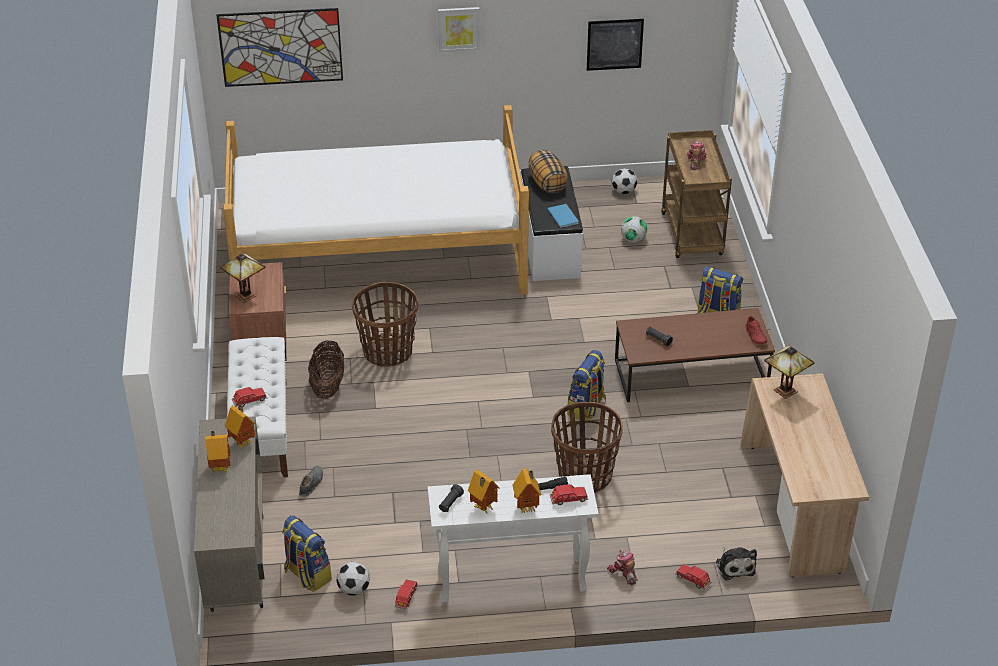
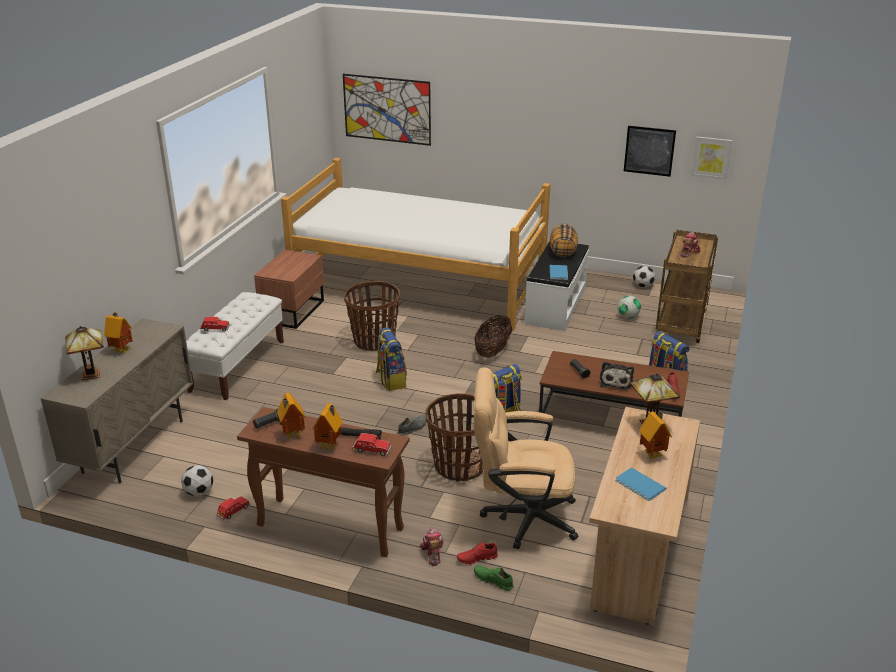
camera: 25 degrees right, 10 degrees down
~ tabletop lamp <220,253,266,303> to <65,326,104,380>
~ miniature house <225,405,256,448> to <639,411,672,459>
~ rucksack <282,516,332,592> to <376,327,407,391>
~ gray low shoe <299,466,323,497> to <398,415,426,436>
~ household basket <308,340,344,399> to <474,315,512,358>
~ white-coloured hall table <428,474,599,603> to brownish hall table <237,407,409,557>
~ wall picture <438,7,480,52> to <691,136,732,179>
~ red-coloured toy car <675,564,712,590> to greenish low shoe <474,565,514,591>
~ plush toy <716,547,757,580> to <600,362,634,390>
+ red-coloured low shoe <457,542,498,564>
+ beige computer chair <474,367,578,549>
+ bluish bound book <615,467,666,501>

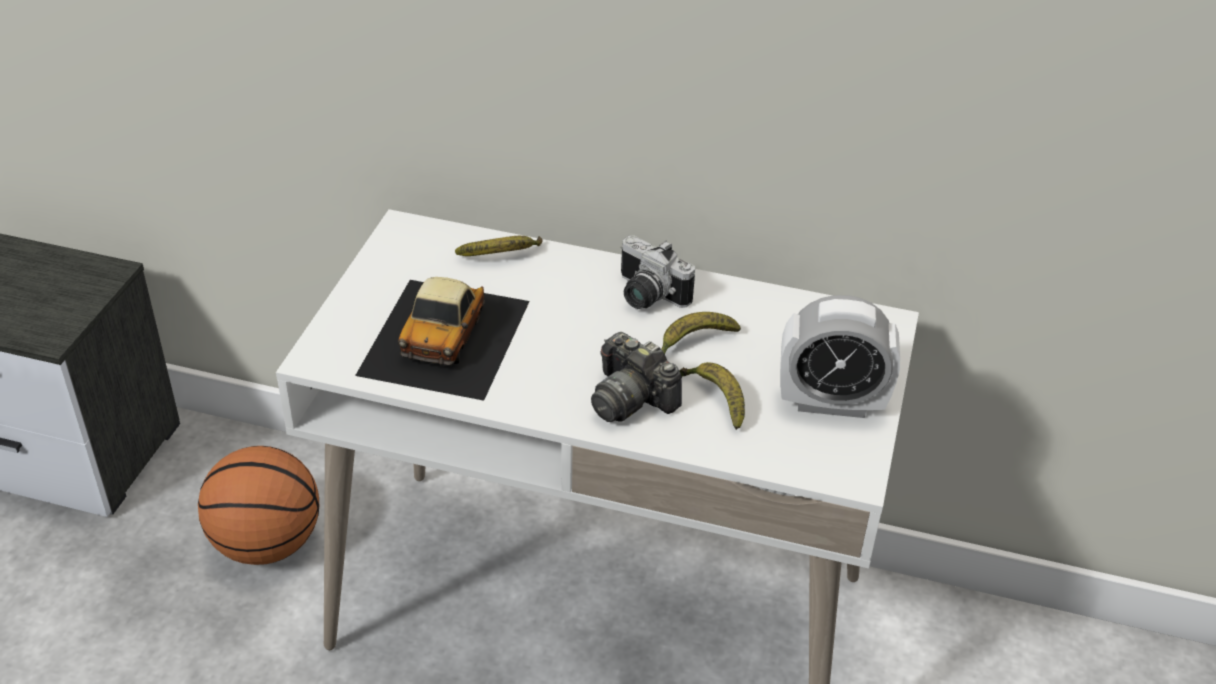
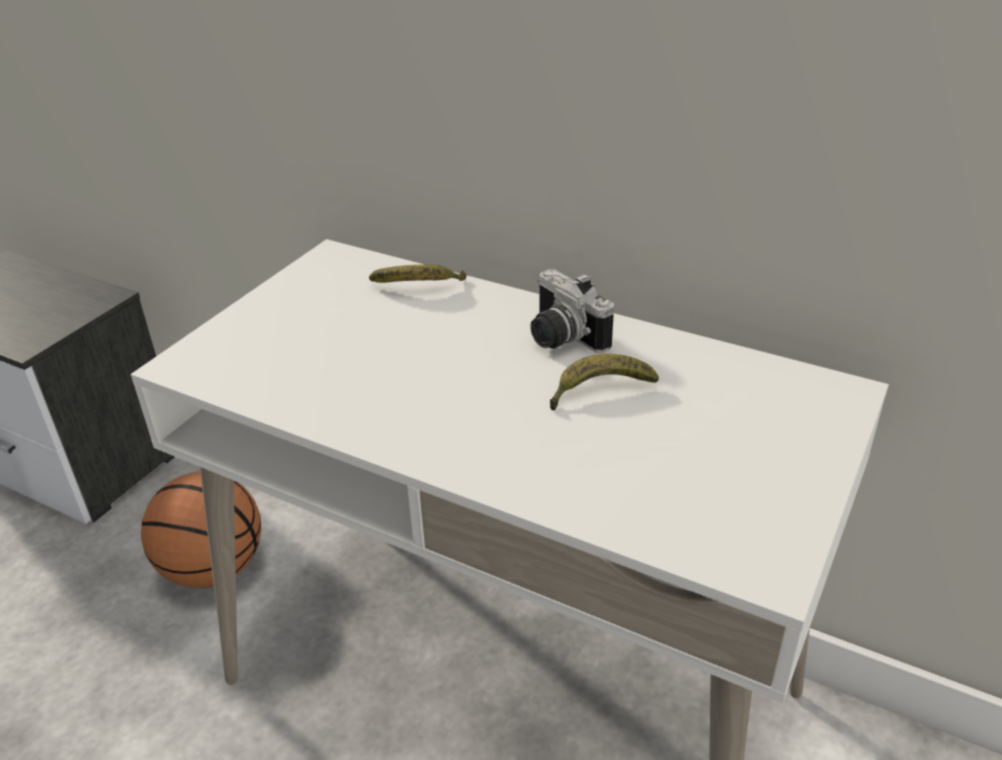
camera: 15 degrees right, 5 degrees down
- toy car <355,277,530,401>
- photo camera <591,332,682,422>
- whole banana <679,362,745,430>
- bedside clock <780,295,900,418>

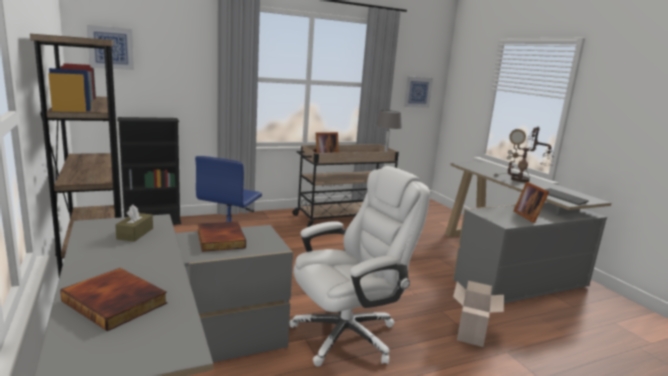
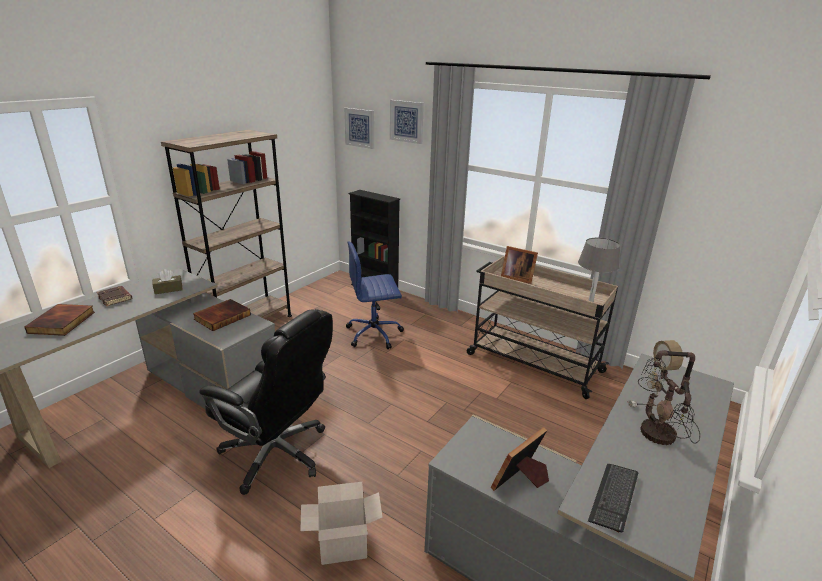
camera: 60 degrees right, 10 degrees up
~ white-coloured computer chair <289,166,430,366> to blackish computer chair <199,309,333,495>
~ wall picture <404,76,433,108> to <390,100,424,144>
+ brownish bound book <97,286,132,306>

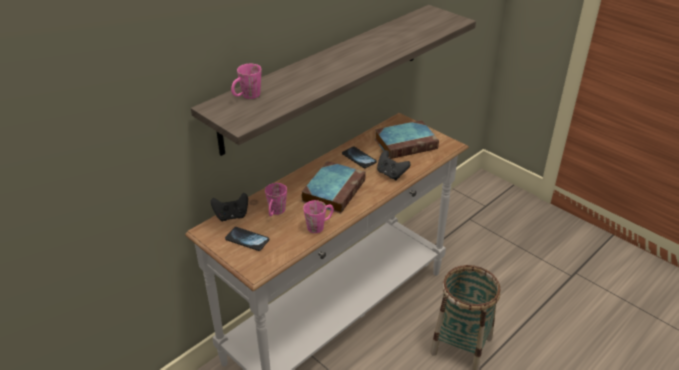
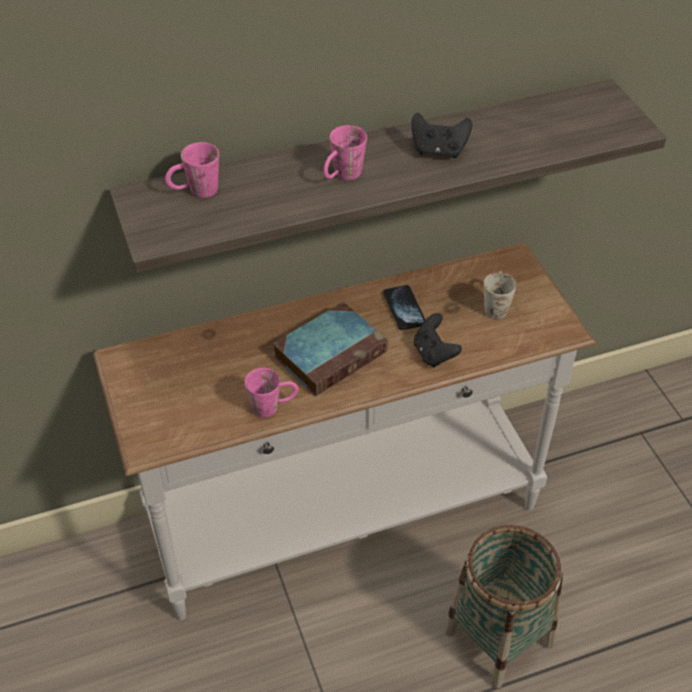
camera: 25 degrees right, 10 degrees up
~ blackish joypad <211,193,248,221> to <411,113,472,158>
- handset <225,227,269,251>
~ pinkish mug <265,183,287,216> to <324,125,367,180>
~ bound book <375,120,439,159> to white-coloured mug <484,271,517,319>

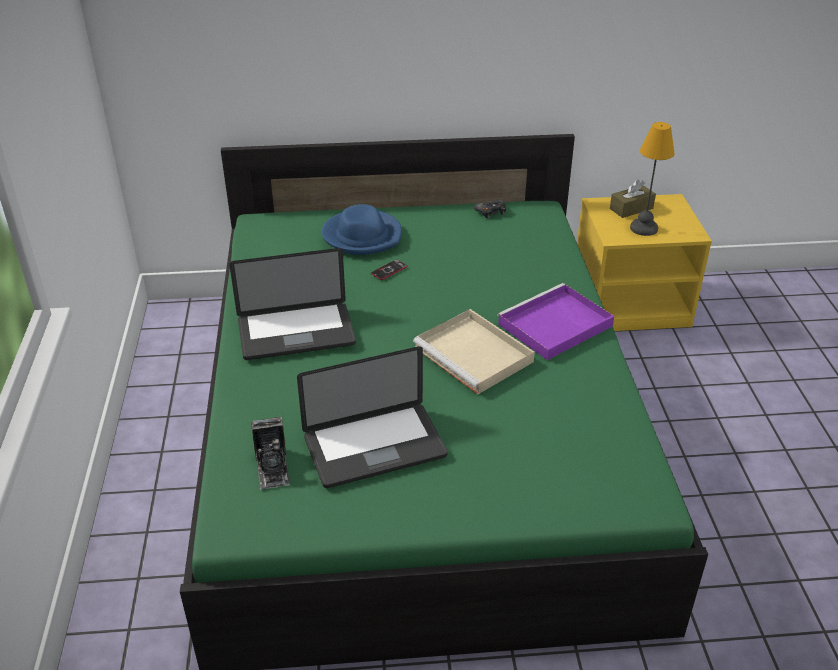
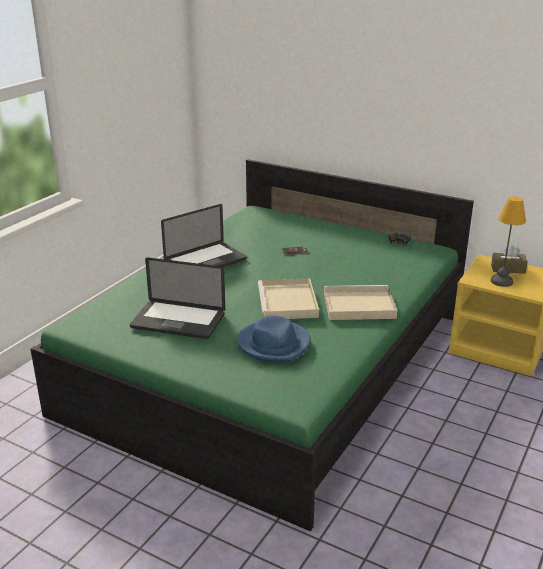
camera: 35 degrees right, 10 degrees down
~ portable computer <229,248,356,360> = <161,204,247,267> 60 degrees counterclockwise
- photo camera <251,417,290,490>
~ bluish wearable hat <322,204,402,255> to <237,315,311,363>
~ purple serving tray <497,283,614,360> to beige serving tray <324,285,397,320>

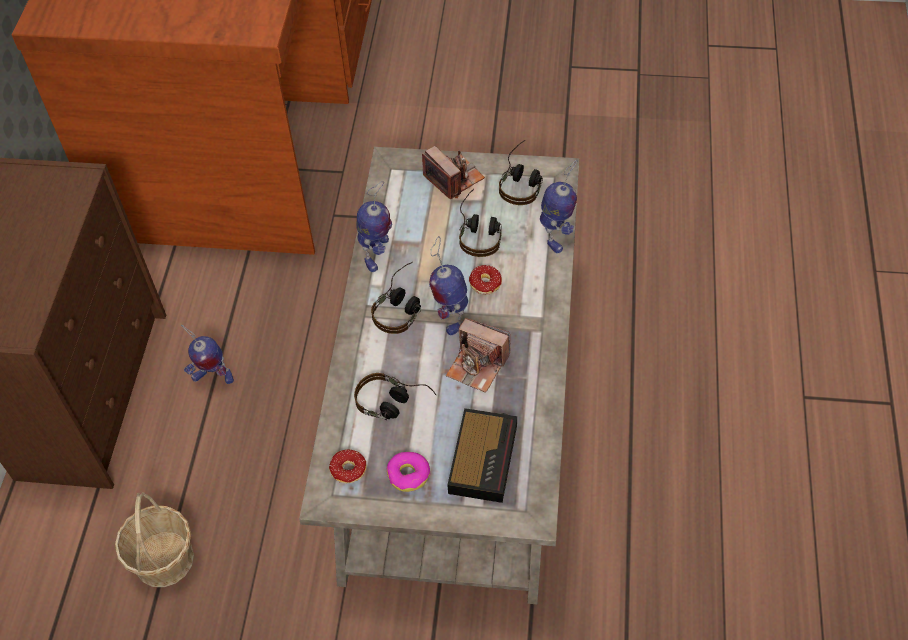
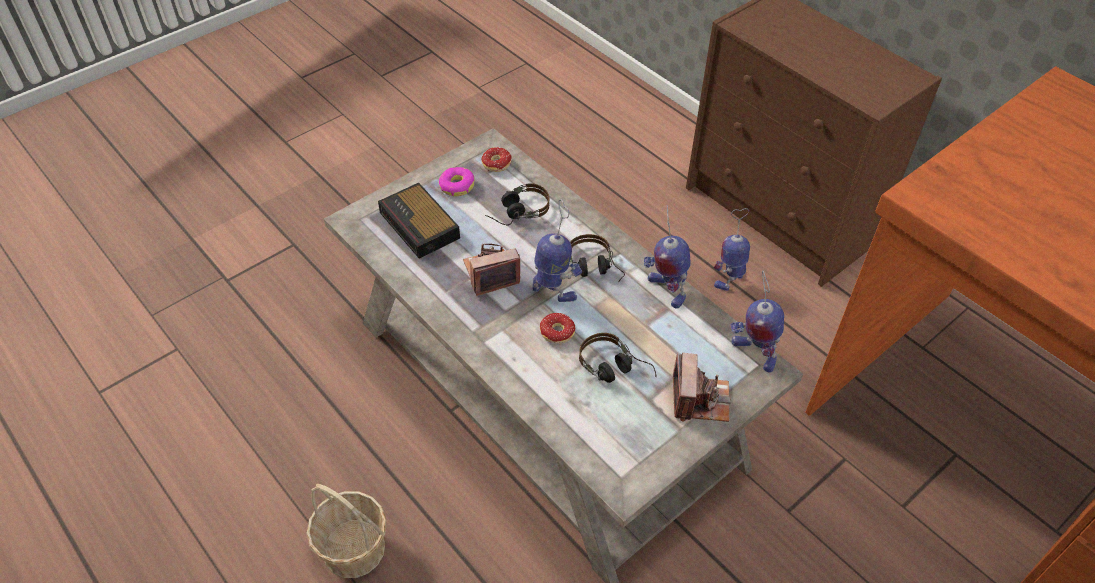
camera: 130 degrees right, 5 degrees down
~ household basket <115,492,194,587> to <306,484,387,578>
~ photo camera <422,146,485,199> = <673,353,731,422> 90 degrees counterclockwise
- headset <499,140,543,205>
~ robot figure <540,160,577,254> to <730,271,784,373>

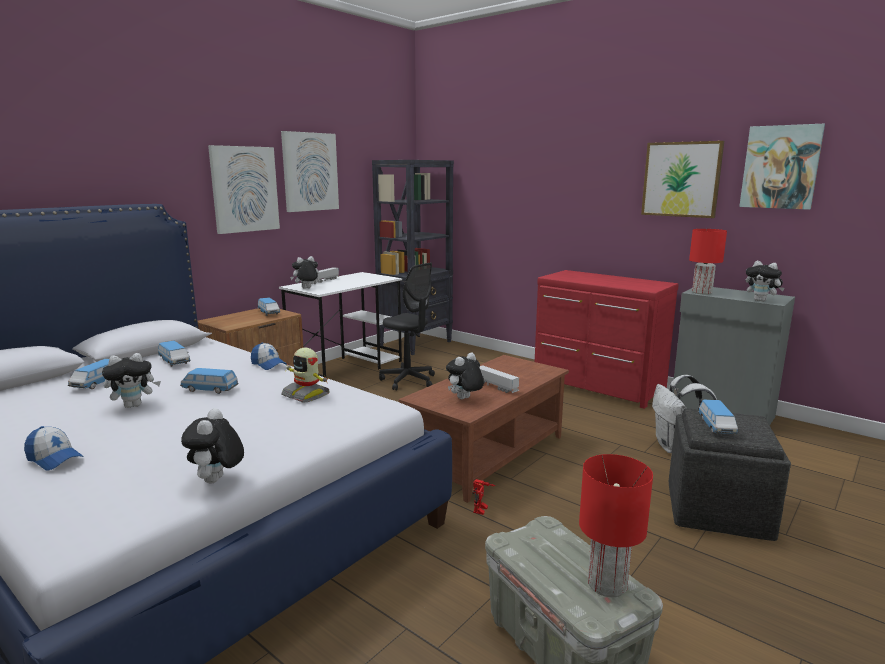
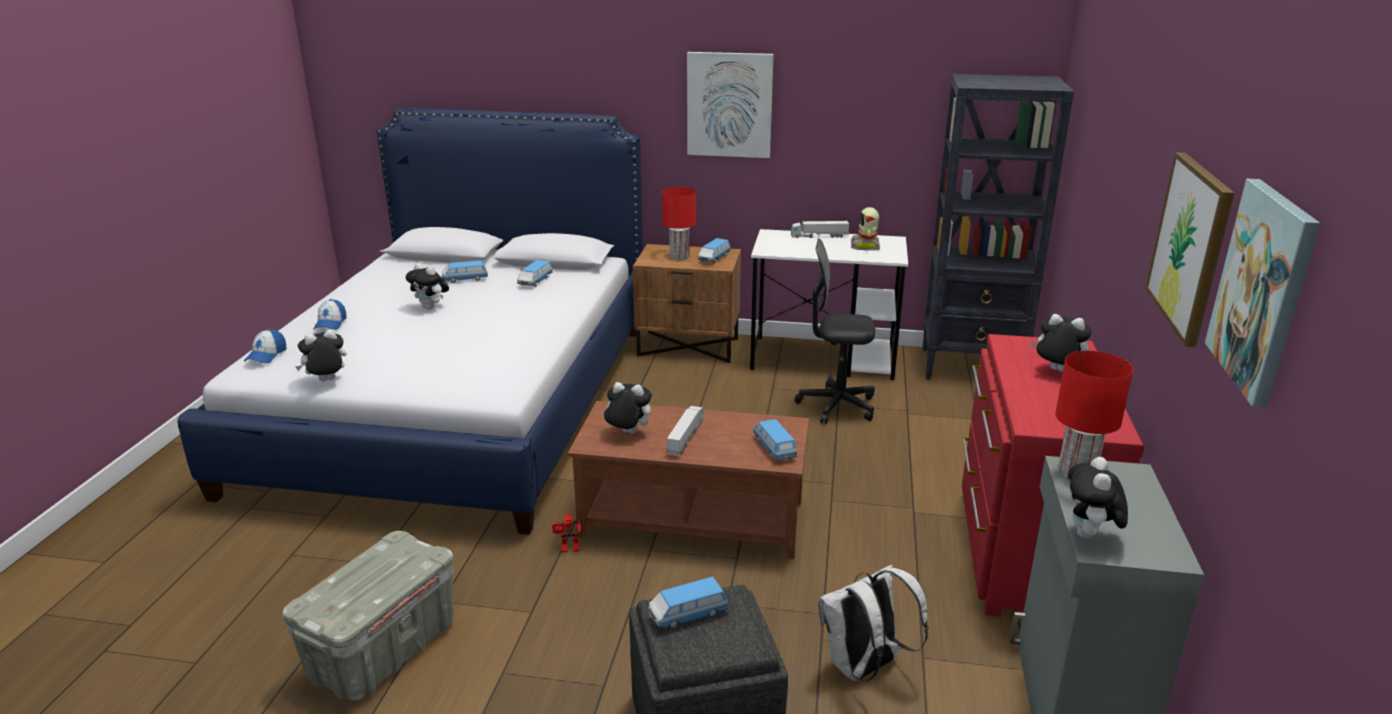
camera: 60 degrees right, 10 degrees up
~ toy car <180,368,238,394> to <753,419,797,461>
~ cap <251,342,287,370> to <244,329,287,363>
- wall picture <281,131,339,212>
~ robot figure <281,348,330,403> to <851,207,880,250>
~ plush toy <290,256,319,289> to <1031,314,1092,372>
~ blackish computer chair <379,263,435,391> = <795,238,875,424> 90 degrees clockwise
~ red-coloured tabletop lamp <579,454,653,597> to <662,187,696,260>

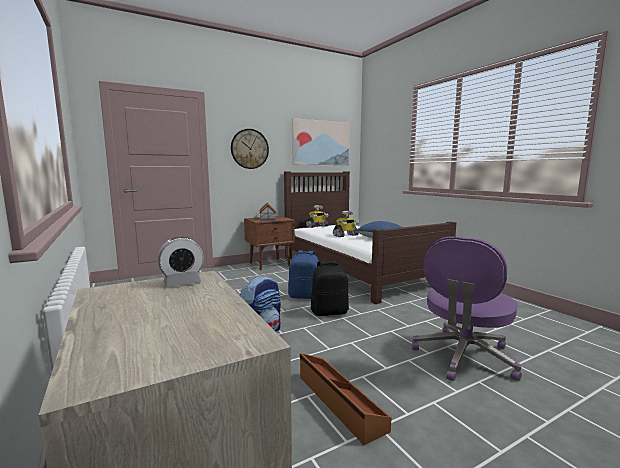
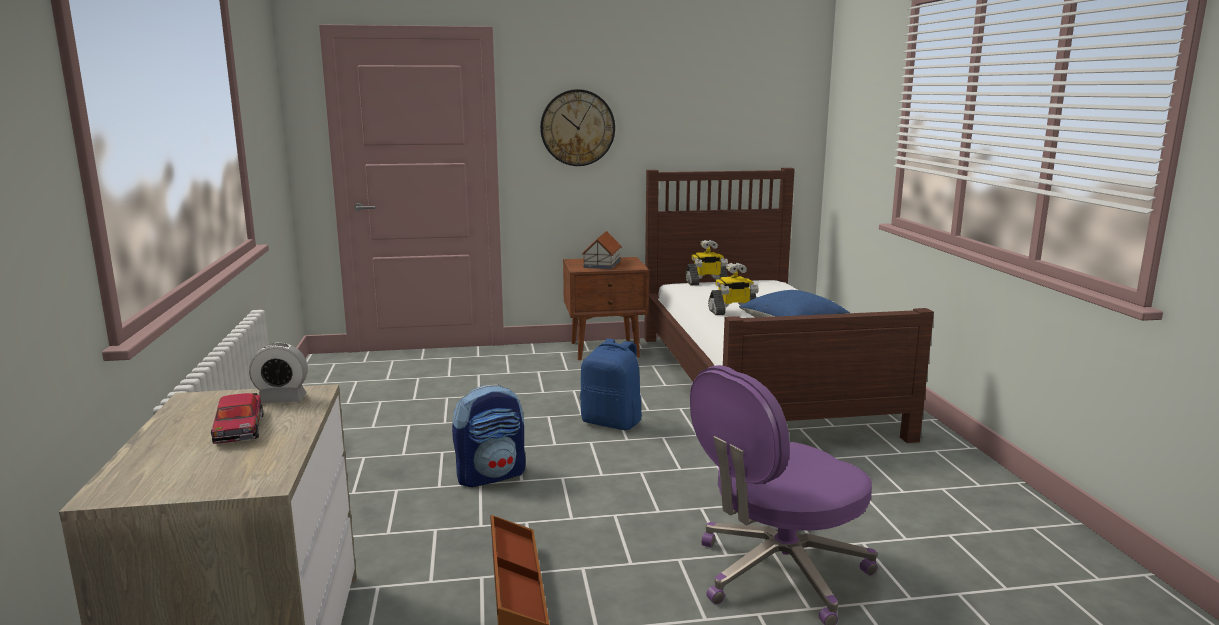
camera: 20 degrees right, 5 degrees up
- wall picture <292,118,350,165>
- blackish rucksack <311,260,349,316>
+ toy car <211,393,264,444>

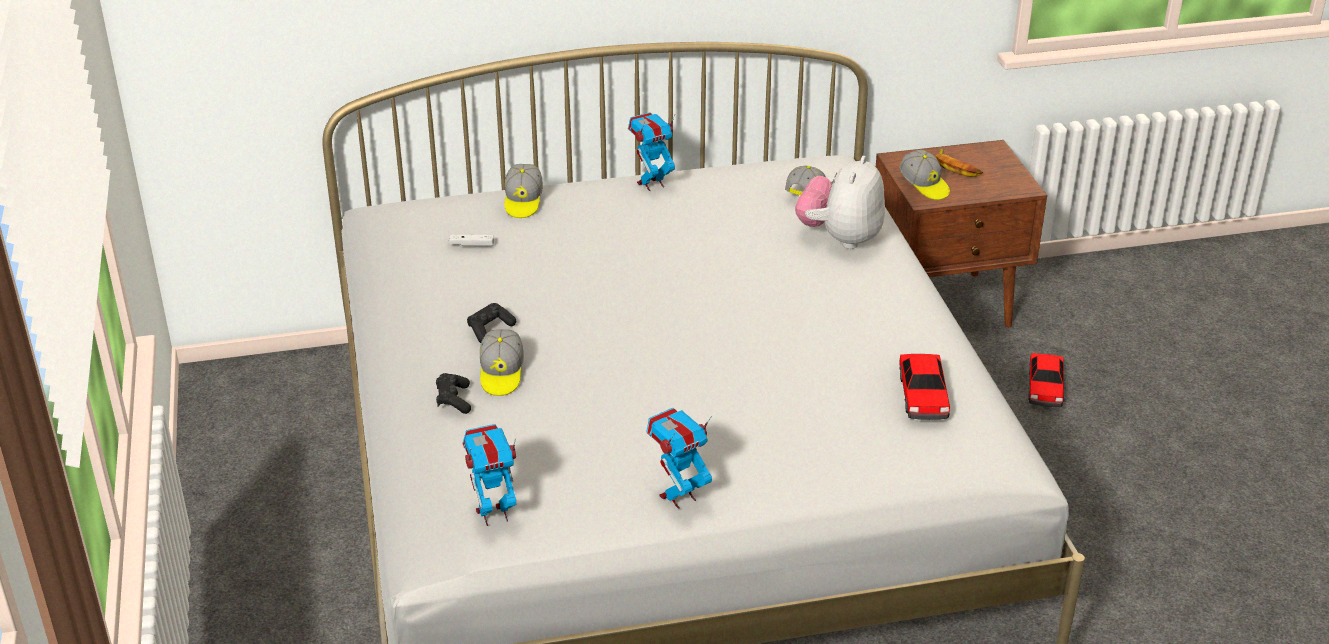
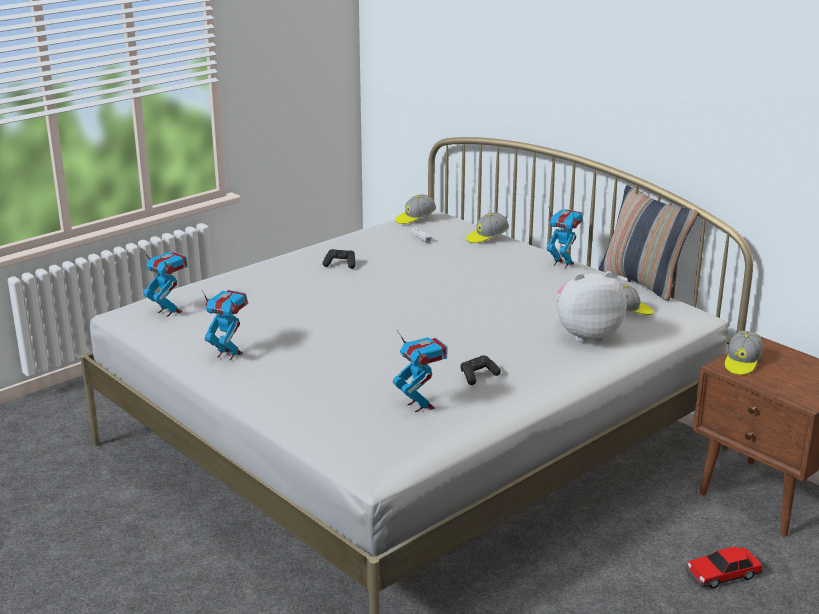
camera: 60 degrees right, 10 degrees down
~ blackish joypad <436,373,471,414> to <461,355,501,385>
~ cap <480,329,524,396> to <395,194,436,224>
~ toy car <899,354,950,420> to robot figure <393,330,448,412>
- whole banana <935,148,983,177>
+ cushion <599,185,698,301>

